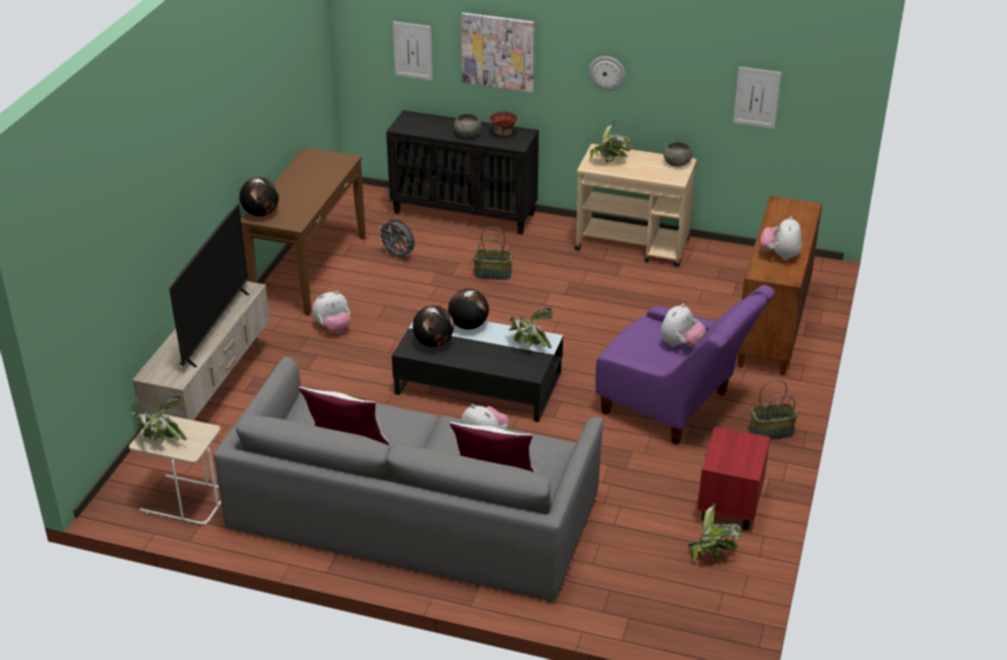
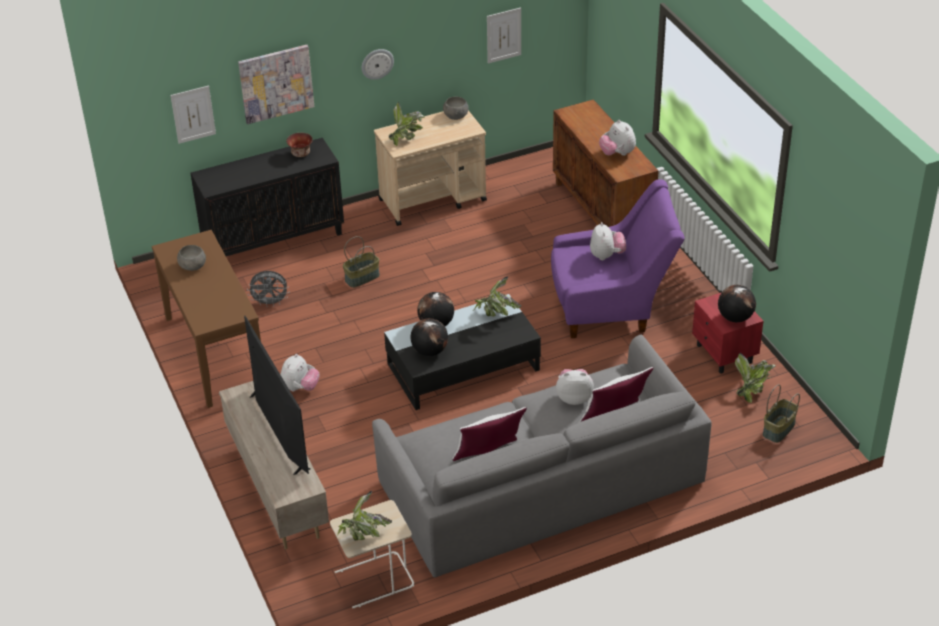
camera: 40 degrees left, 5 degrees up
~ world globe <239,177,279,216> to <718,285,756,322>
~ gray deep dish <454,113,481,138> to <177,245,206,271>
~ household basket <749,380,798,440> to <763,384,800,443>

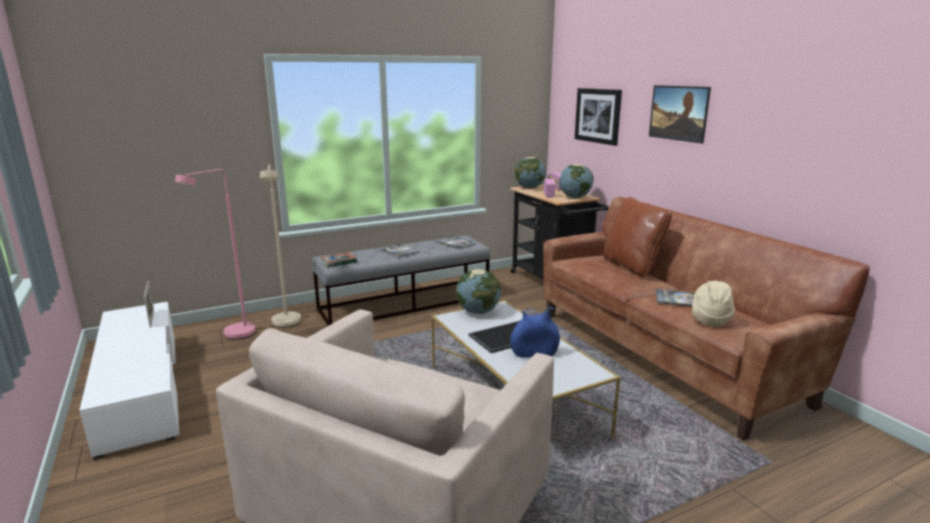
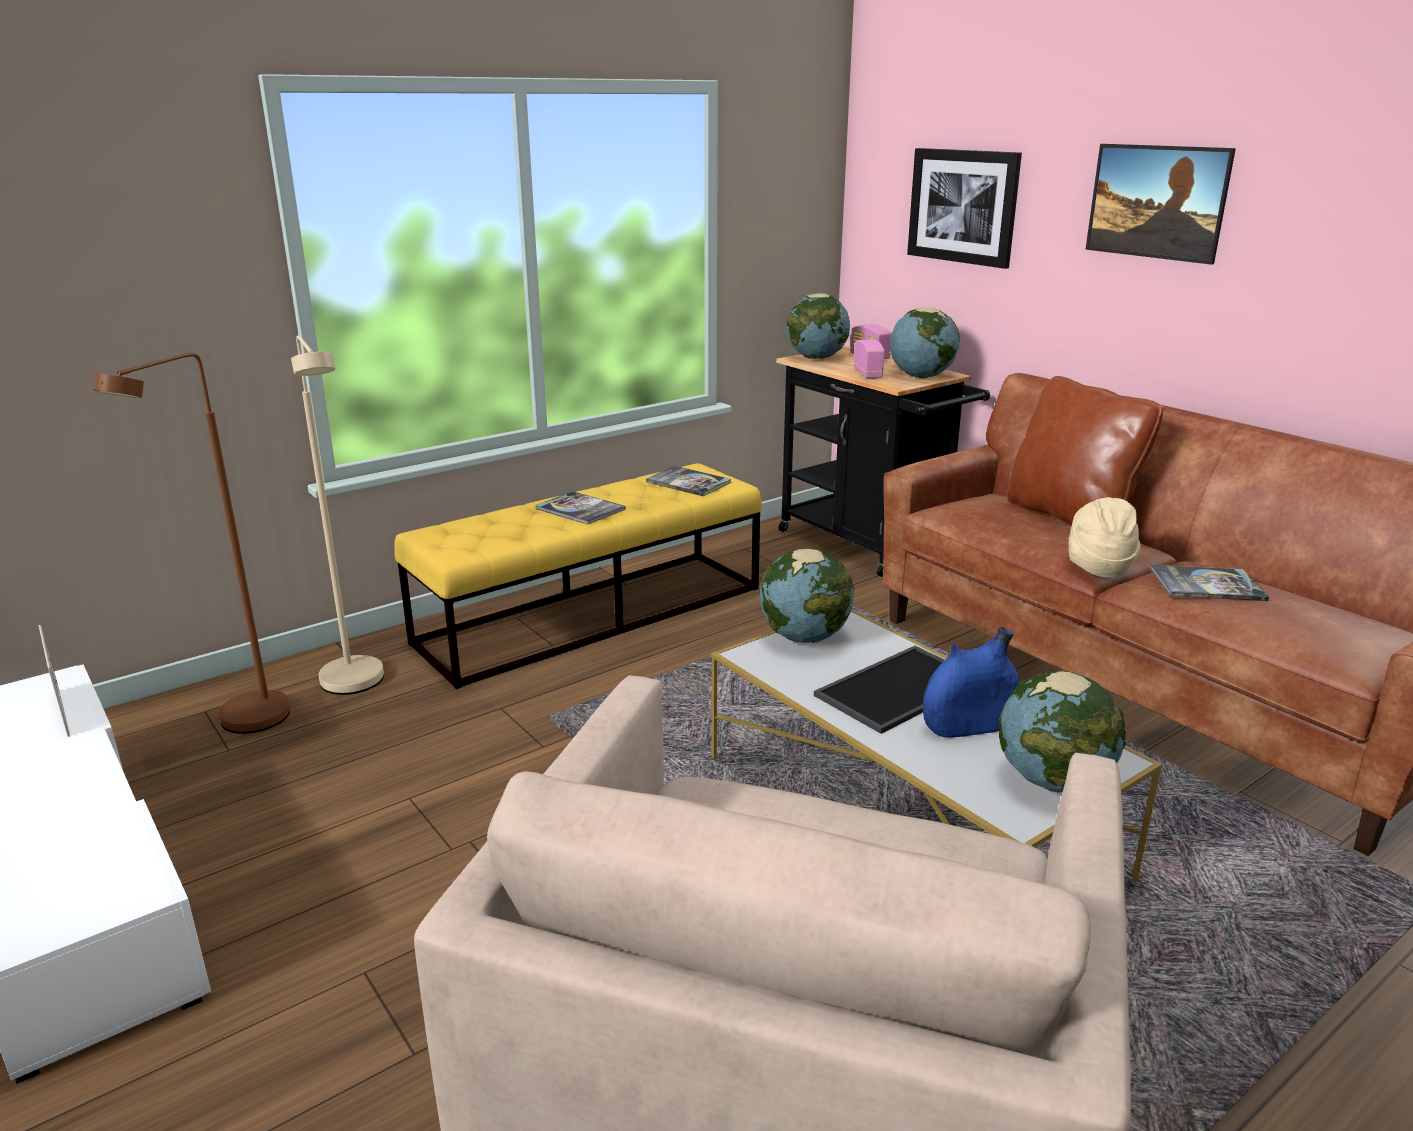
camera: 10 degrees left, 5 degrees up
~ pinkish standing lamp <175,169,256,340> to brownish standing lamp <94,353,290,734>
~ gray bench <312,236,490,326> to yellow-coloured bench <394,463,762,689>
- bound book <320,252,357,268>
~ beige wearable hat <692,281,735,327> to <1069,497,1141,577>
+ world globe <999,671,1126,793>

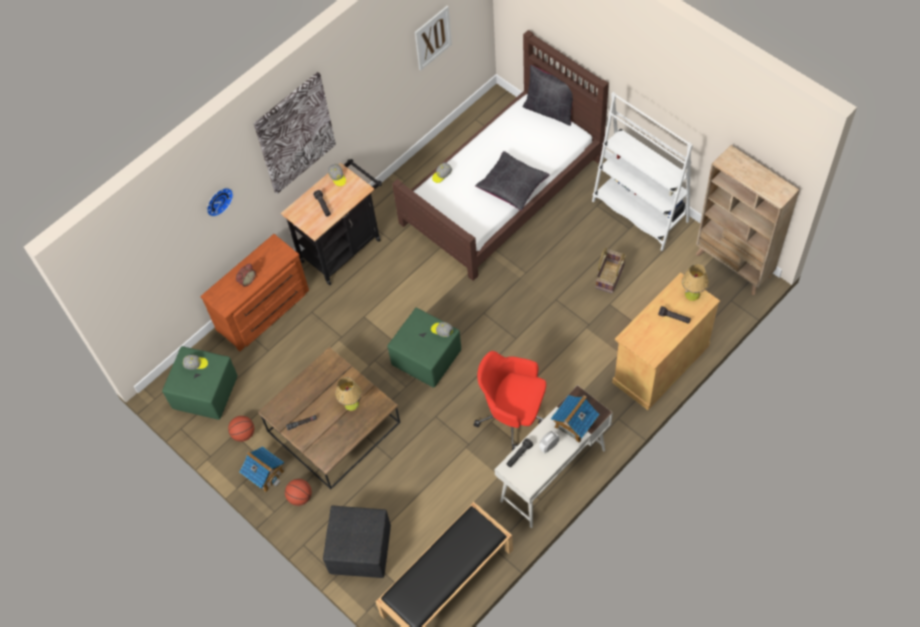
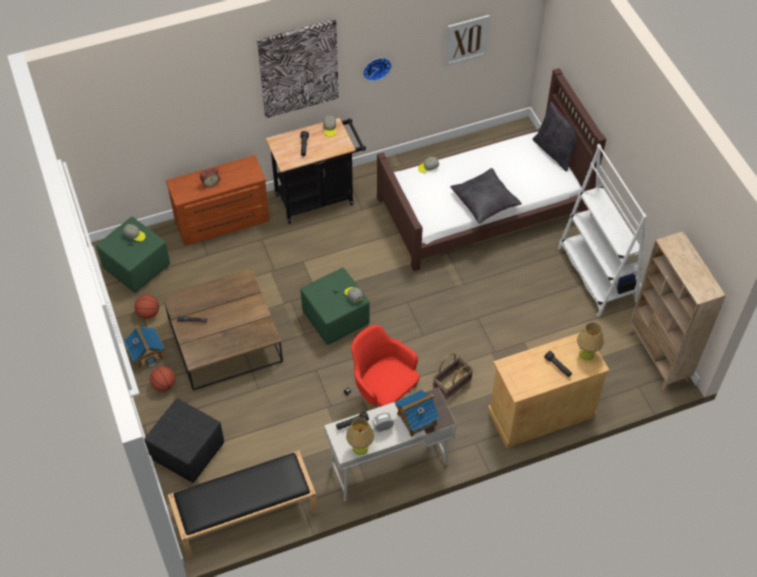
camera: 20 degrees right, 5 degrees down
~ hanging clock <207,188,233,217> to <363,58,391,81>
~ tabletop lamp <335,377,362,411> to <346,418,374,455>
~ household basket <595,248,626,293> to <433,353,473,400>

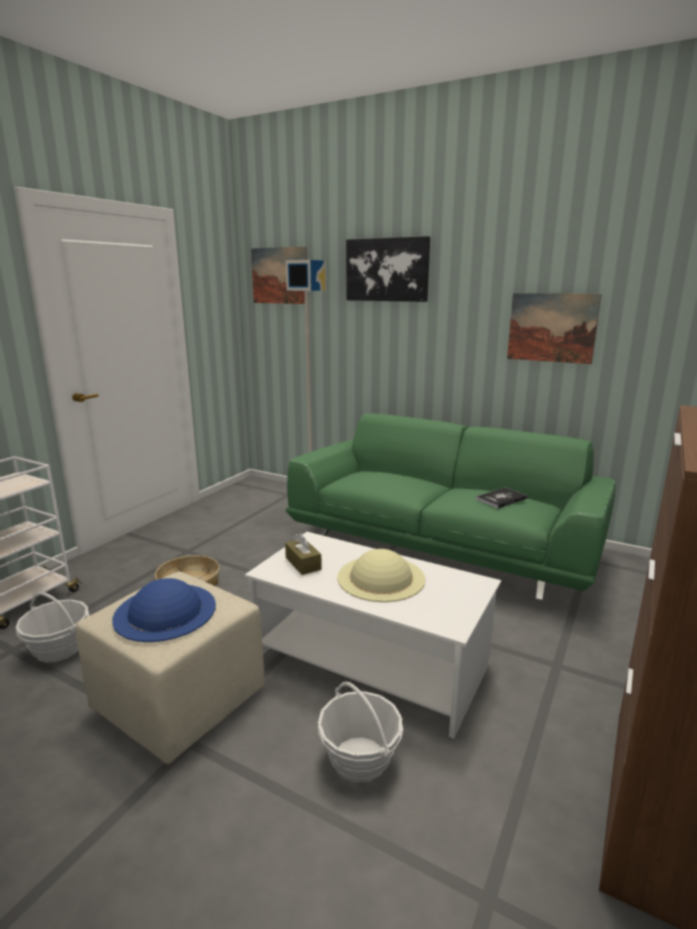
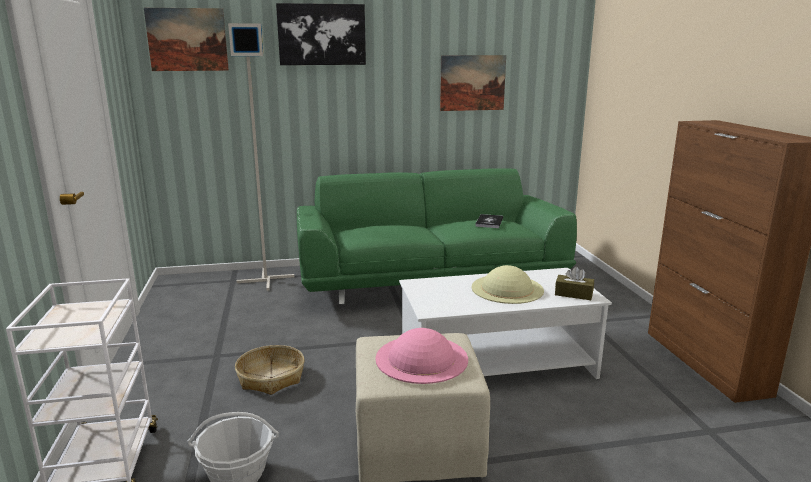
camera: 40 degrees left, 0 degrees up
~ bluish wearable hat <112,578,216,642> to pinkish wearable hat <375,328,468,384>
~ brownish tissue holder <285,533,322,575> to <555,266,594,300>
- household basket <318,682,403,783>

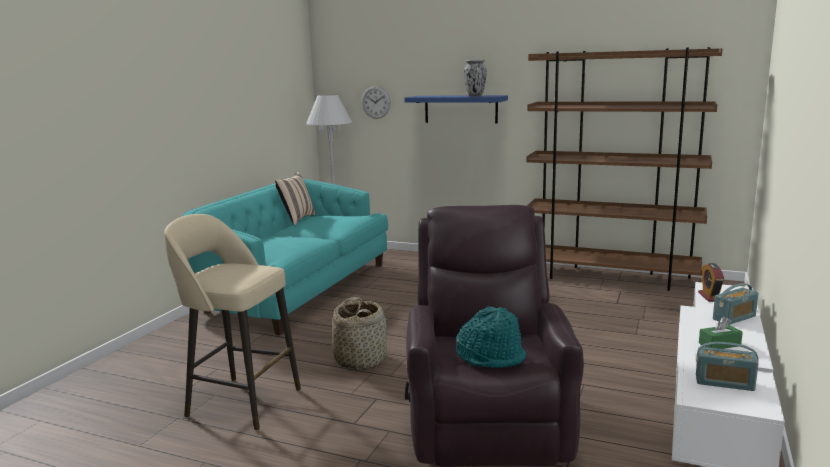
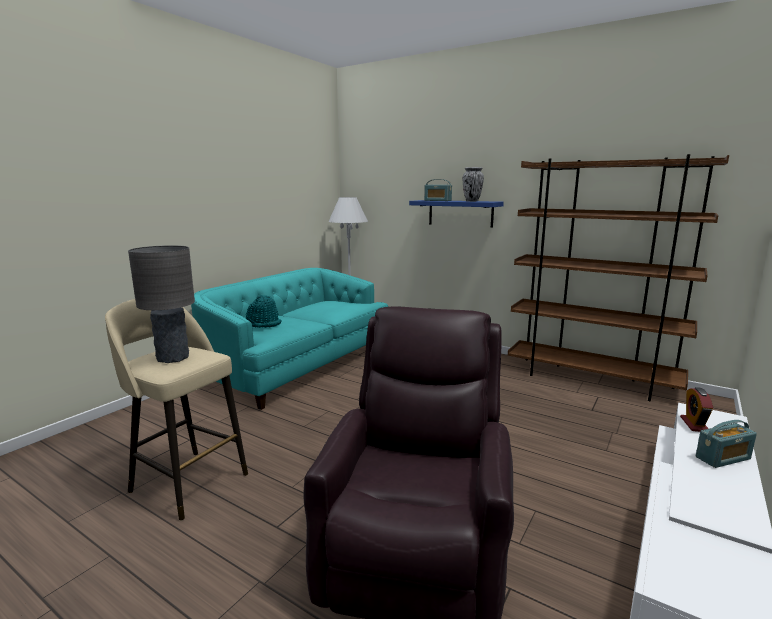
camera: 10 degrees right, 0 degrees up
- beige cushion <275,172,315,226>
- household basket <332,297,387,370>
- hanging clock <362,86,391,119>
~ blue-green wearable hat <456,307,526,368> to <246,295,282,328>
~ radio <696,342,759,391> to <424,179,452,201>
- greenish tissue holder <699,317,743,349>
+ gray tabletop lamp <128,245,195,363>

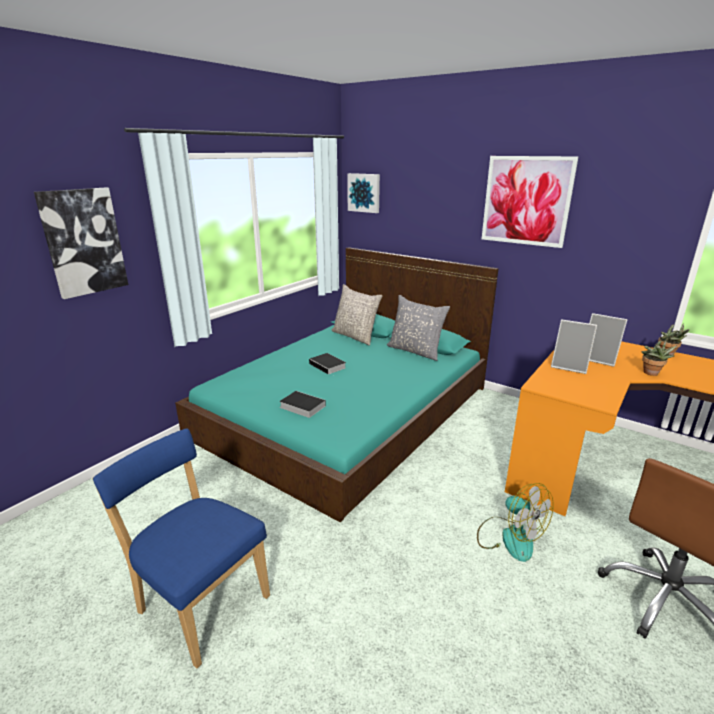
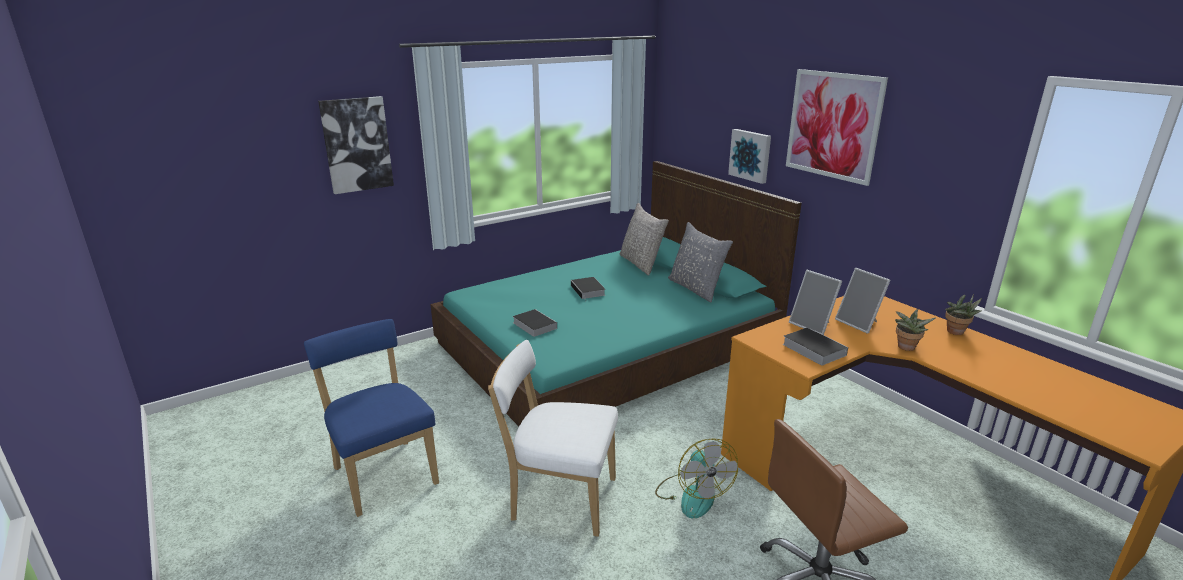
camera: 20 degrees right, 0 degrees up
~ wall picture <347,173,380,213> to <728,129,771,184>
+ white-coloured upright chair <488,340,618,537>
+ bound book <783,327,848,365>

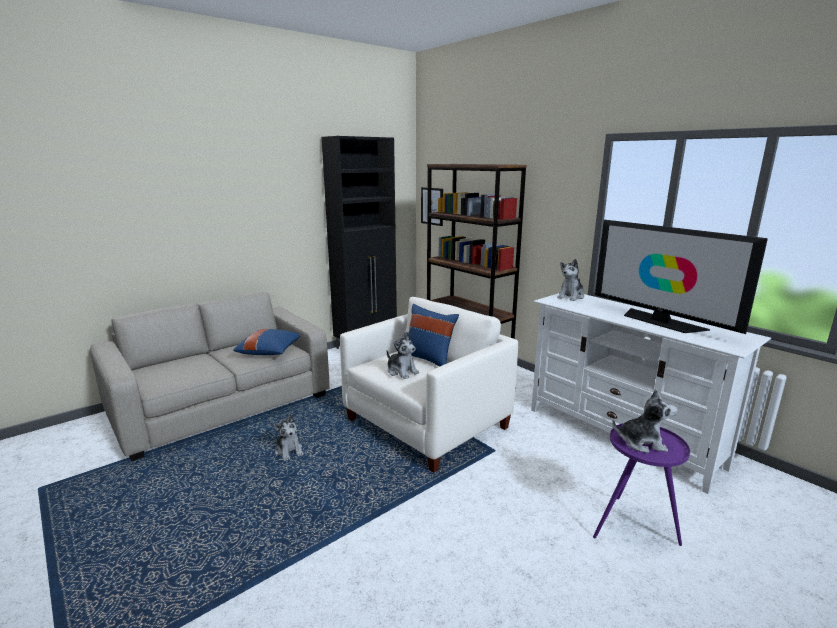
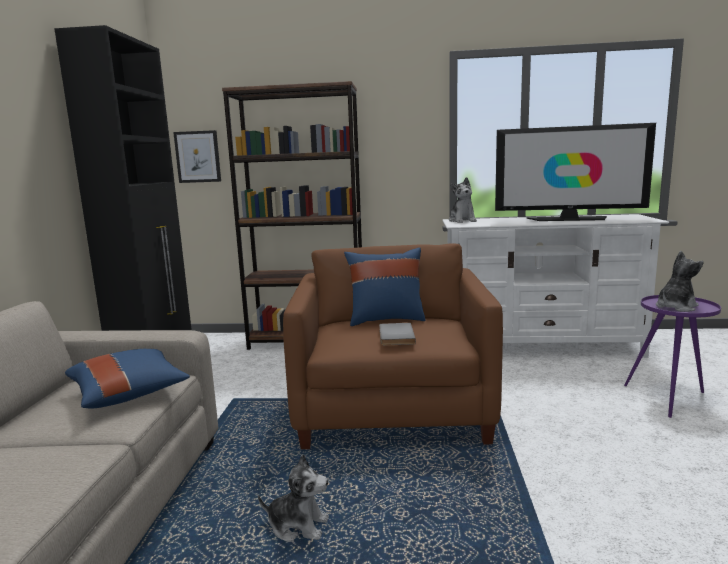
camera: 45 degrees left, 5 degrees down
~ white-coloured lounge chair <340,297,518,473> to brownish lounge chair <283,243,503,449>
~ plush toy <387,331,419,379> to gray bound book <379,323,416,345>

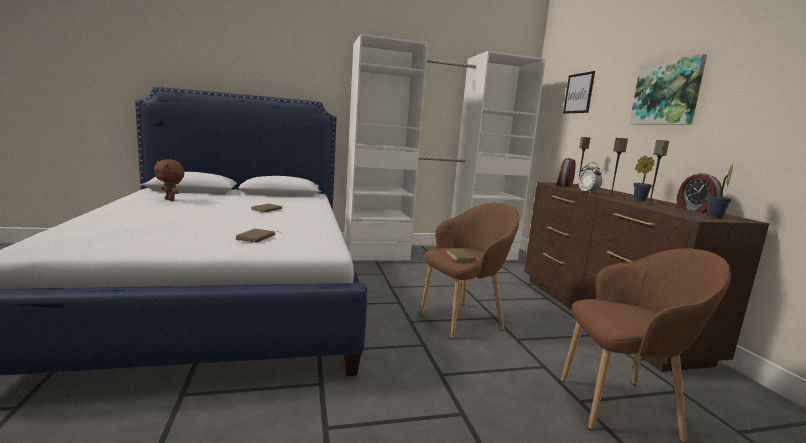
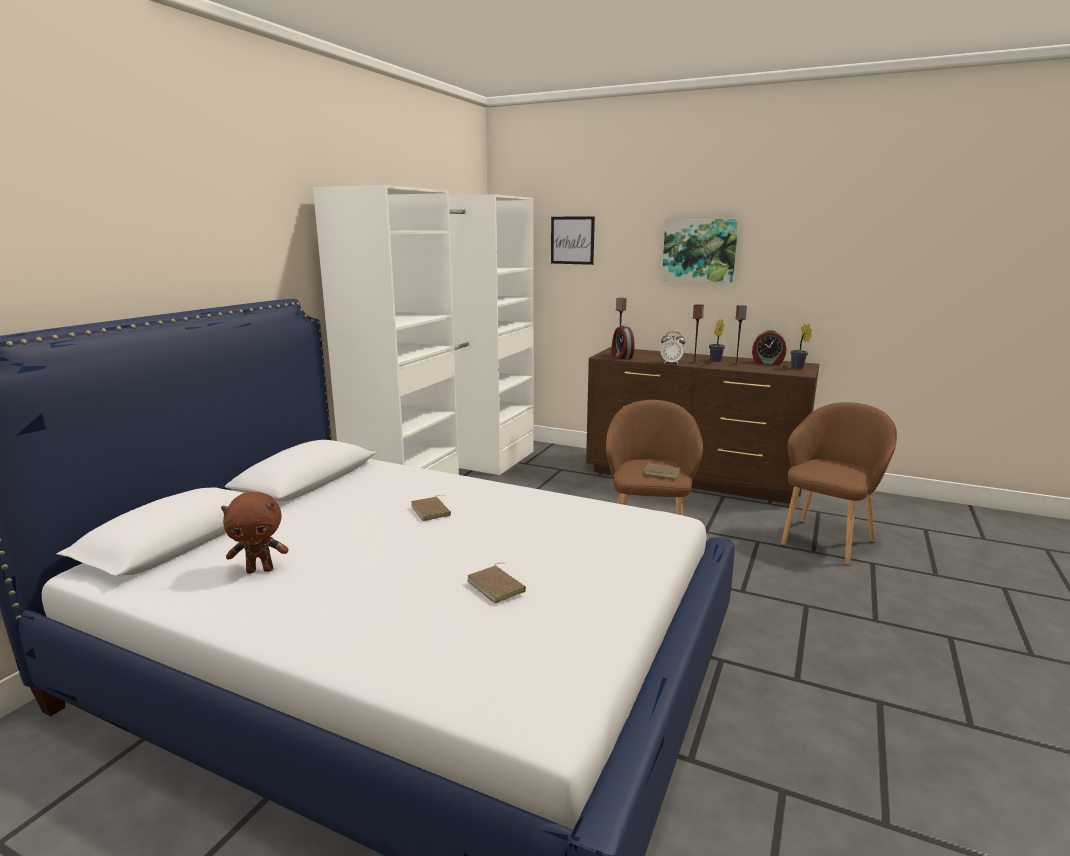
camera: 50 degrees left, 5 degrees up
~ brownish bound book <236,228,278,243> to <467,563,526,603>

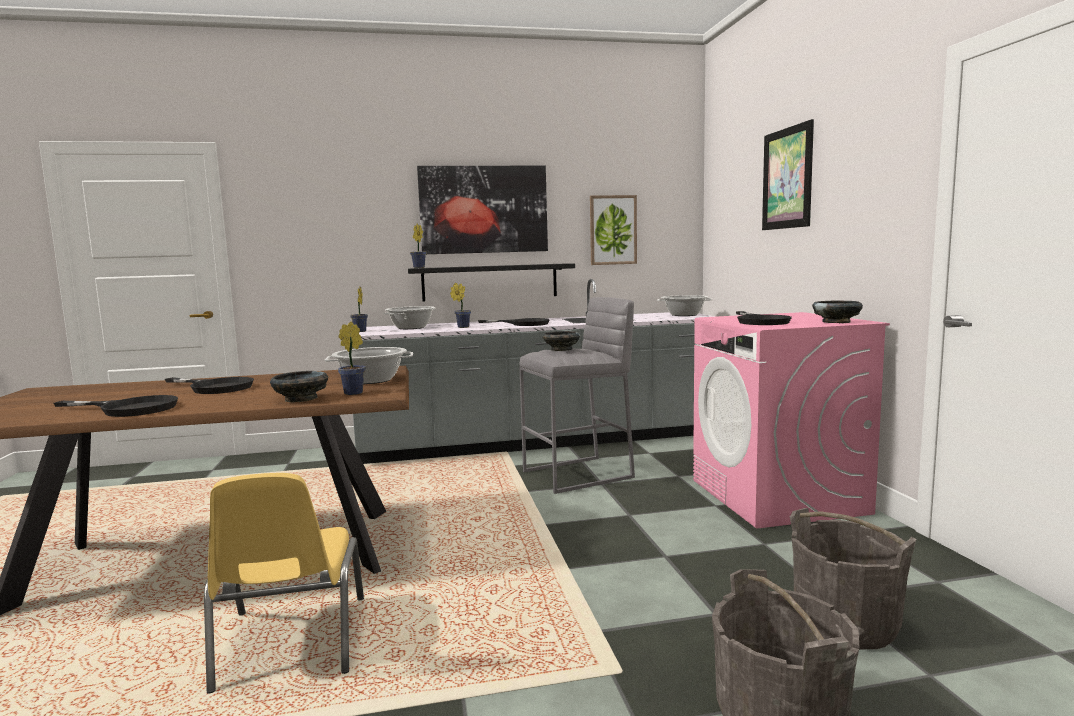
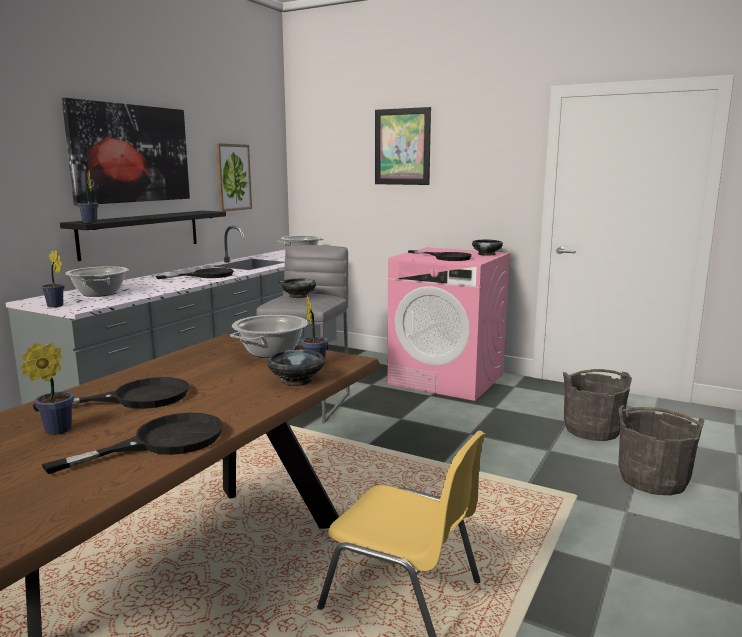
camera: 50 degrees left, 5 degrees up
~ plant in a pot <450,283,471,328> to <21,343,74,435>

